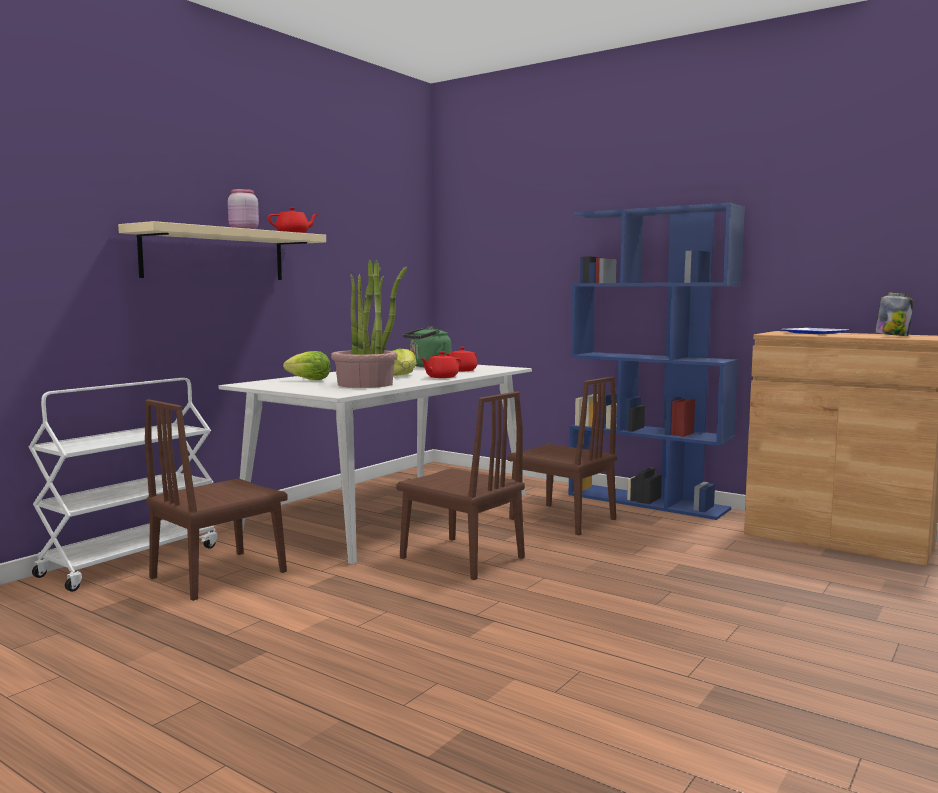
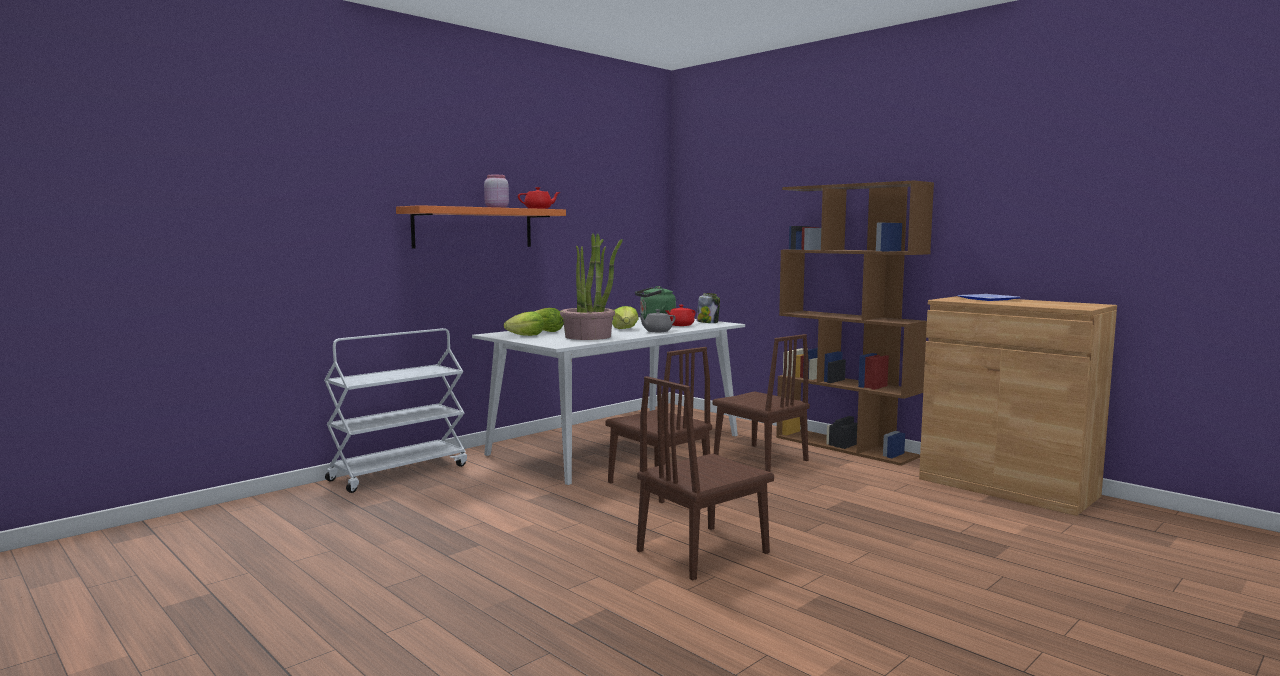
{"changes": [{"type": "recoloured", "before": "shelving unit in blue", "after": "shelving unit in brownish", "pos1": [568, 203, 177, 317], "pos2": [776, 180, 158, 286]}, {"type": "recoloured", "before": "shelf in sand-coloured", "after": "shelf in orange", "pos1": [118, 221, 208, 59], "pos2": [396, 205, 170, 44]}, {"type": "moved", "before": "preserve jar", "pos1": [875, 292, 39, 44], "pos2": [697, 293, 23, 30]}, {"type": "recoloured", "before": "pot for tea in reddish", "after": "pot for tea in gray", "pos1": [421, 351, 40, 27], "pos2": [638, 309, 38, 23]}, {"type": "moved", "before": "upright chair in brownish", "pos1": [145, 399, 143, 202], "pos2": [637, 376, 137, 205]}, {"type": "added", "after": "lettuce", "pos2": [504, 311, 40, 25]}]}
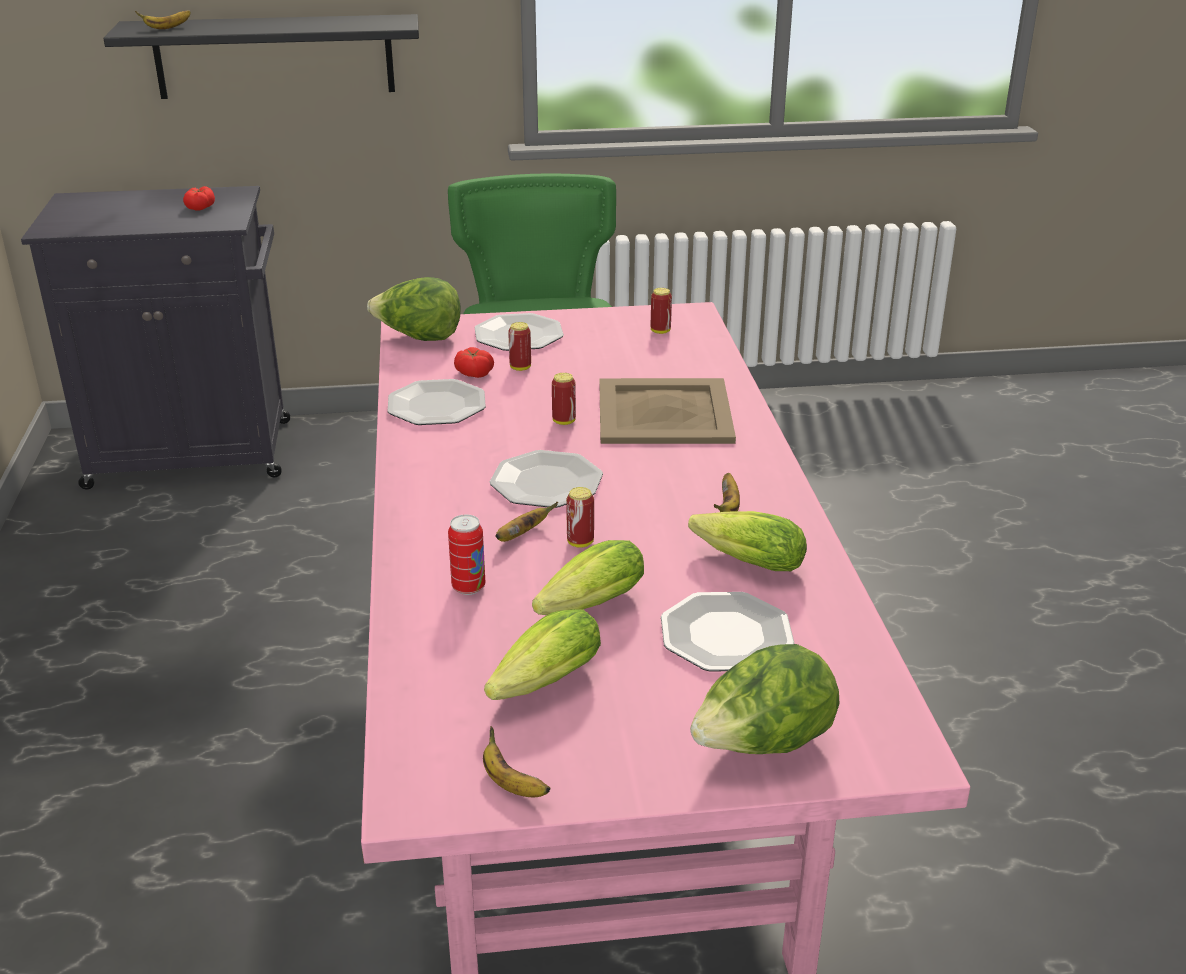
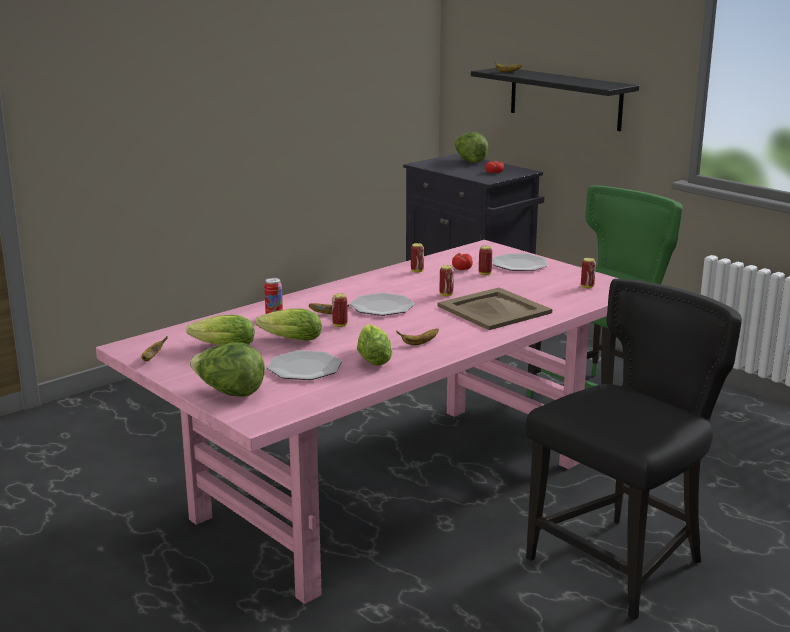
{"changes": [{"type": "moved", "before": "lettuce", "pos1": [367, 277, 94, 64], "pos2": [455, 132, 33, 31]}, {"type": "replaced", "before": "plate", "after": "can", "pos1": [388, 379, 98, 46], "pos2": [411, 243, 13, 30]}, {"type": "added", "after": "upright chair in blackish", "pos2": [526, 279, 216, 341]}]}
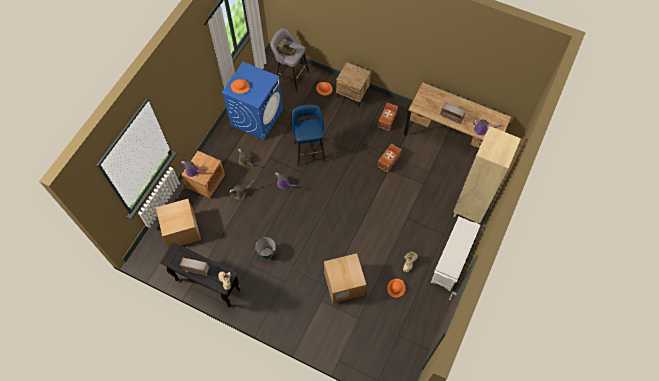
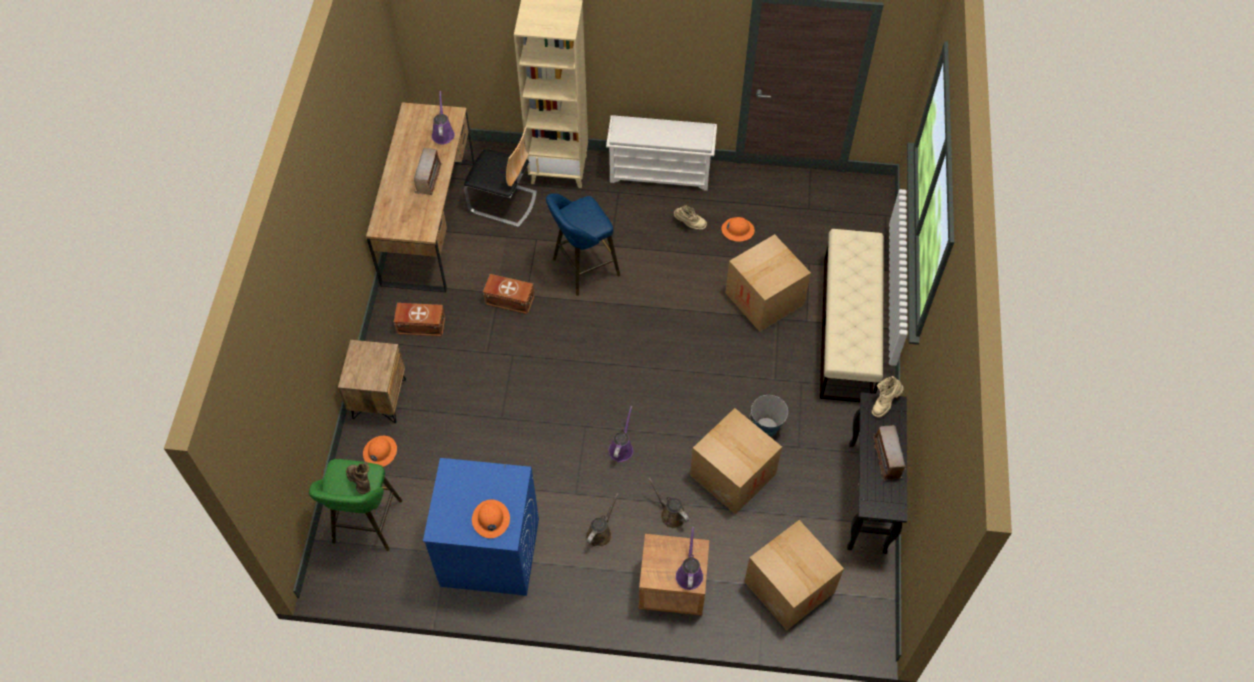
{"changes": [{"type": "recoloured", "before": "stool in gray", "after": "stool in greenish", "pos1": [270, 28, 40, 64], "pos2": [309, 459, 93, 92]}, {"type": "moved", "before": "stool in blue", "pos1": [291, 104, 35, 62], "pos2": [546, 193, 74, 103]}, {"type": "added", "after": "upright chair", "pos2": [464, 127, 73, 100]}, {"type": "added", "after": "indoor bench in sand-coloured", "pos2": [820, 229, 64, 173]}, {"type": "added", "after": "cardboard box", "pos2": [690, 408, 92, 107]}]}
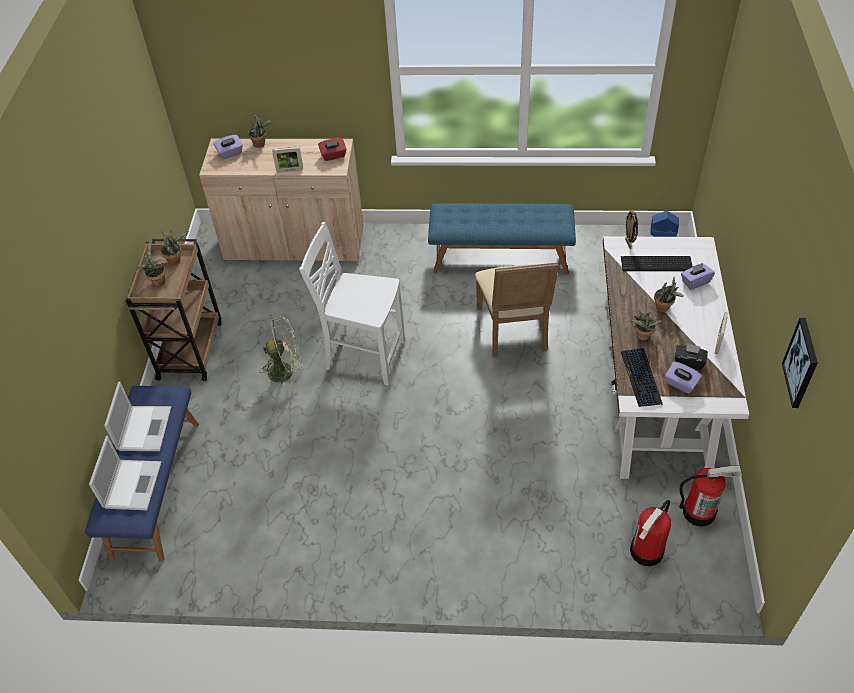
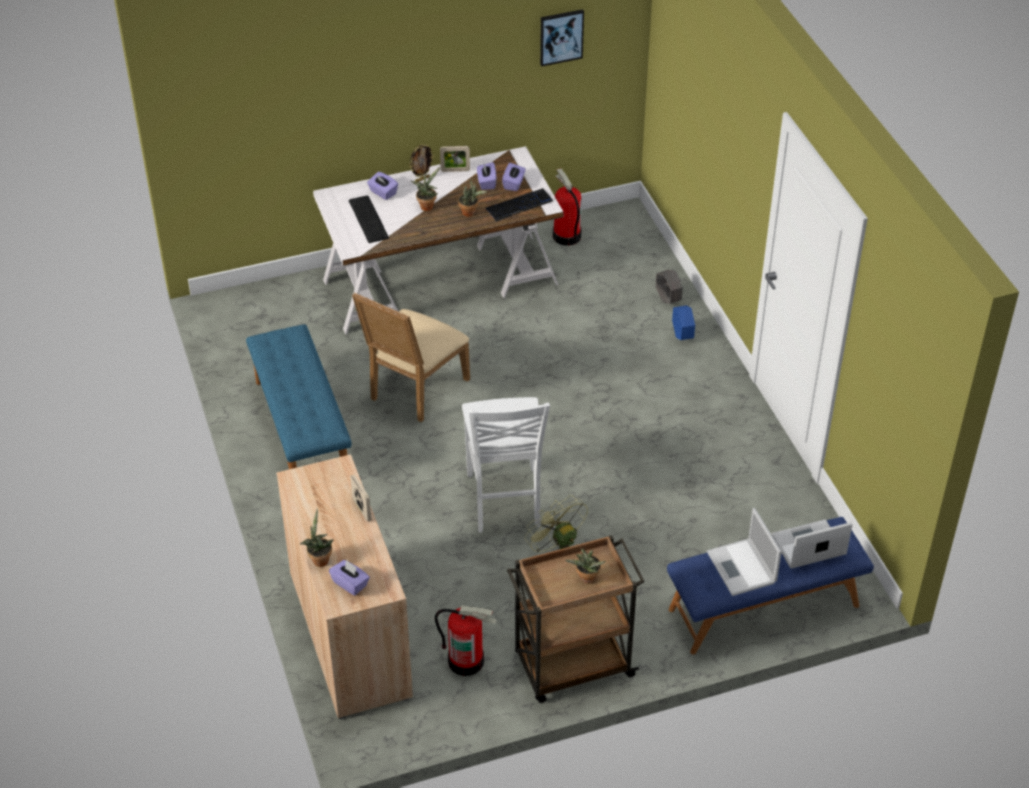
{"changes": [{"type": "removed", "before": "tissue holder in reddish", "pos1": [318, 138, 29, 23]}, {"type": "moved", "before": "photo frame", "pos1": [625, 210, 13, 39], "pos2": [409, 144, 25, 38]}, {"type": "moved", "before": "flower pot in blue", "pos1": [651, 211, 28, 26], "pos2": [672, 305, 23, 35]}, {"type": "removed", "before": "plant in a pot", "pos1": [161, 231, 28, 34]}, {"type": "turned", "before": "upright chair in sand-coloured", "pos1": [475, 262, 84, 95], "pos2": [352, 293, 118, 129], "turn": 150}, {"type": "recoloured", "before": "tissue holder in blackish", "after": "tissue holder in purple-coloured", "pos1": [675, 343, 33, 27], "pos2": [477, 162, 19, 28]}, {"type": "turned", "before": "notebook computer", "pos1": [104, 381, 67, 70], "pos2": [707, 508, 75, 88], "turn": -90}, {"type": "moved", "before": "fire extinguisher", "pos1": [630, 500, 41, 66], "pos2": [435, 606, 62, 70]}, {"type": "added", "after": "flower pot in gray", "pos2": [656, 270, 27, 34]}]}
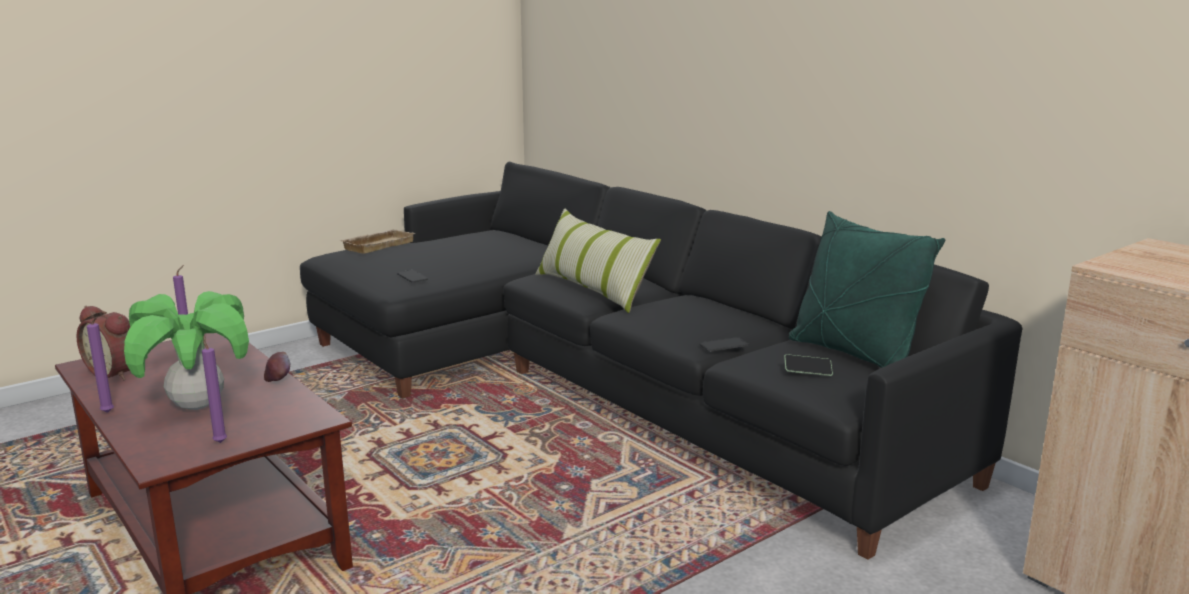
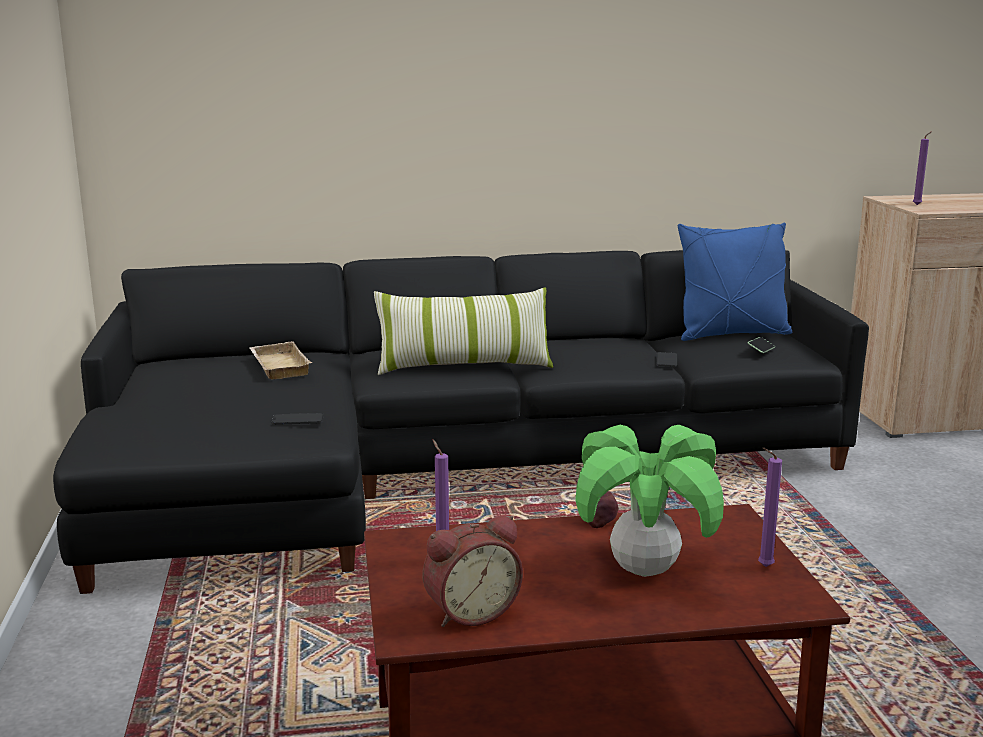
{"changes": [{"type": "recoloured", "before": "pillow in greenish", "after": "pillow in blue", "pos1": [789, 211, 156, 157], "pos2": [678, 223, 114, 118]}, {"type": "moved", "before": "serving tray in sand-coloured", "pos1": [339, 229, 77, 25], "pos2": [249, 341, 63, 38]}, {"type": "moved", "before": "wax candle in purple-coloured", "pos1": [87, 317, 27, 96], "pos2": [913, 131, 19, 74]}]}
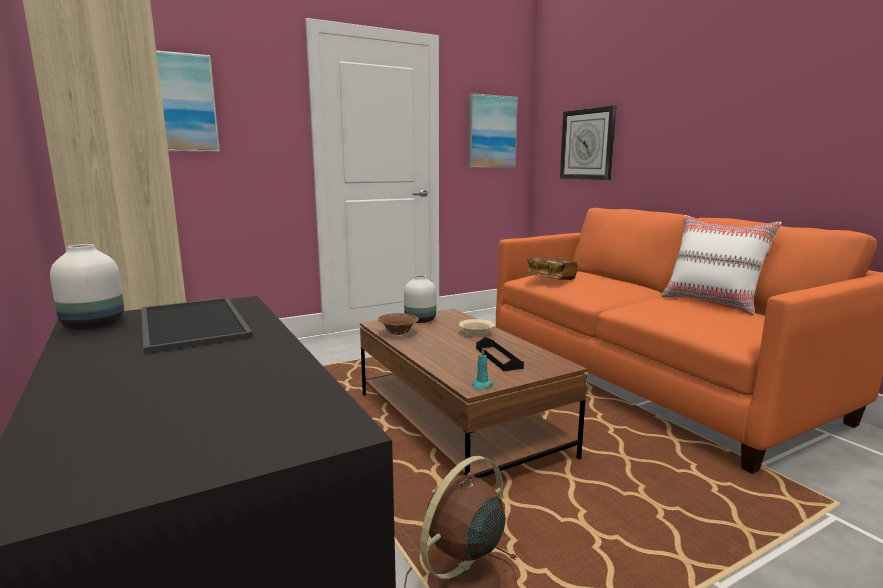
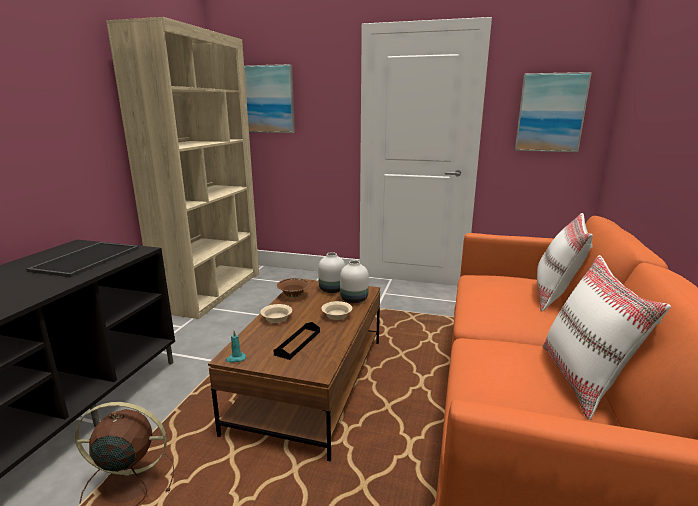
{"changes": [{"type": "removed", "before": "hanging clock", "pos1": [560, 106, 56, 74]}, {"type": "moved", "before": "decorative vase in white", "pos1": [50, 244, 74, 86], "pos2": [340, 260, 29, 43]}, {"type": "removed", "before": "book", "pos1": [525, 257, 53, 23]}, {"type": "added", "after": "pillow in white", "pos2": [537, 213, 56, 98]}, {"type": "added", "after": "deep dish in sand-coloured", "pos2": [260, 304, 32, 19]}]}
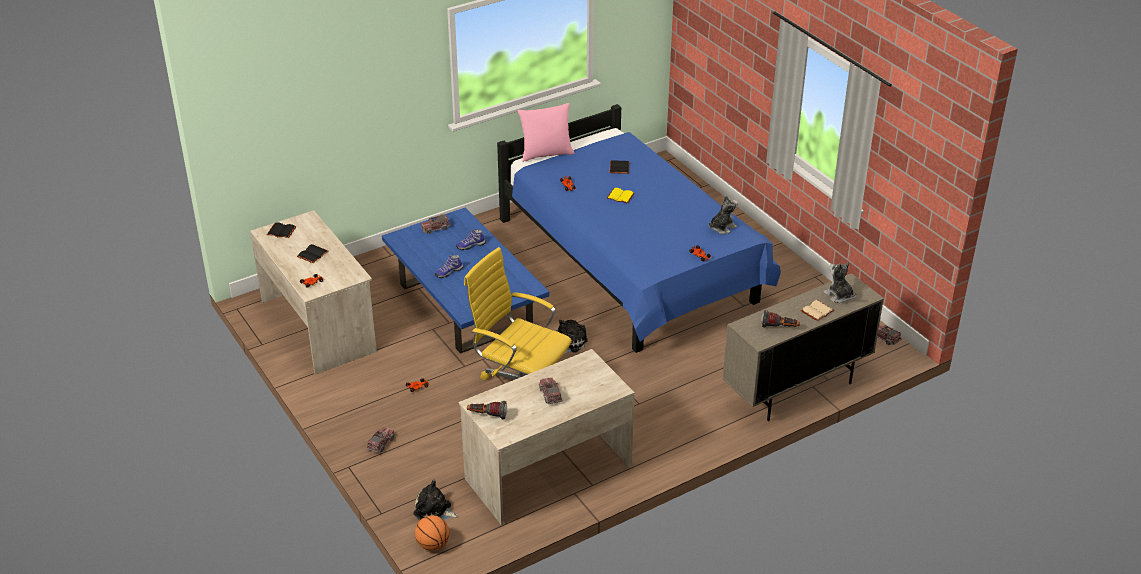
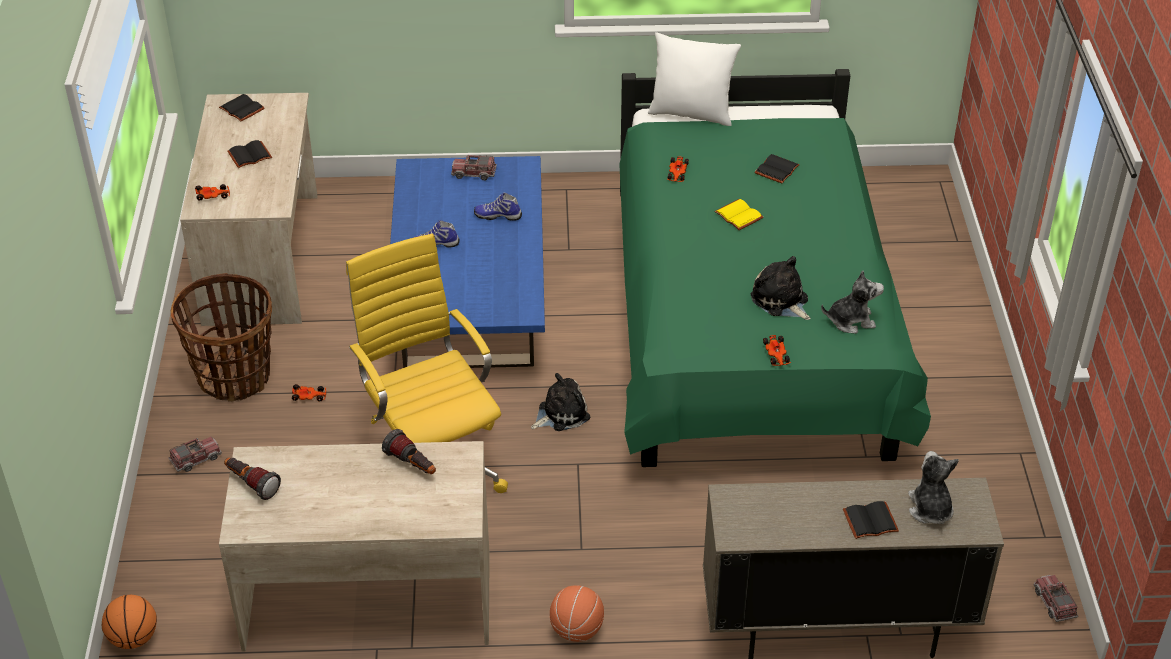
{"changes": [{"type": "recoloured", "before": "pillow in pink-coloured", "after": "pillow in white", "pos1": [518, 103, 56, 59], "pos2": [648, 32, 93, 94]}, {"type": "recoloured", "before": "sleeping bed in blue", "after": "sleeping bed in greenish", "pos1": [497, 104, 284, 249], "pos2": [619, 69, 312, 398]}, {"type": "recoloured", "before": "book in sand-coloured", "after": "book in blackish", "pos1": [800, 300, 34, 21], "pos2": [843, 501, 56, 38]}, {"type": "moved", "before": "hand torch", "pos1": [761, 310, 39, 18], "pos2": [382, 429, 54, 45]}, {"type": "removed", "before": "model truck", "pos1": [539, 377, 24, 27]}, {"type": "moved", "before": "cuddly toy", "pos1": [413, 480, 46, 40], "pos2": [751, 256, 60, 64]}, {"type": "added", "after": "basket", "pos2": [170, 273, 102, 129]}, {"type": "added", "after": "ball for basketball", "pos2": [550, 585, 54, 57]}]}
